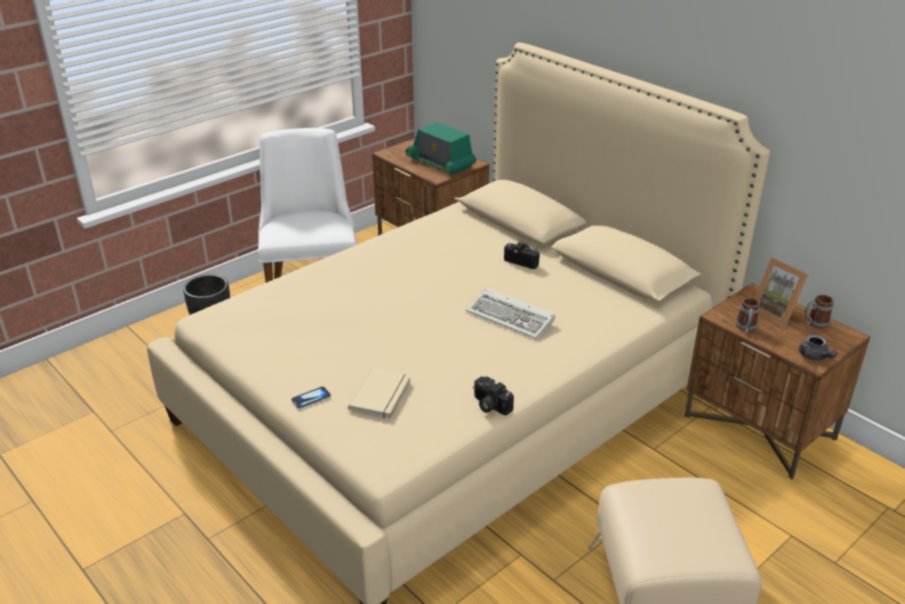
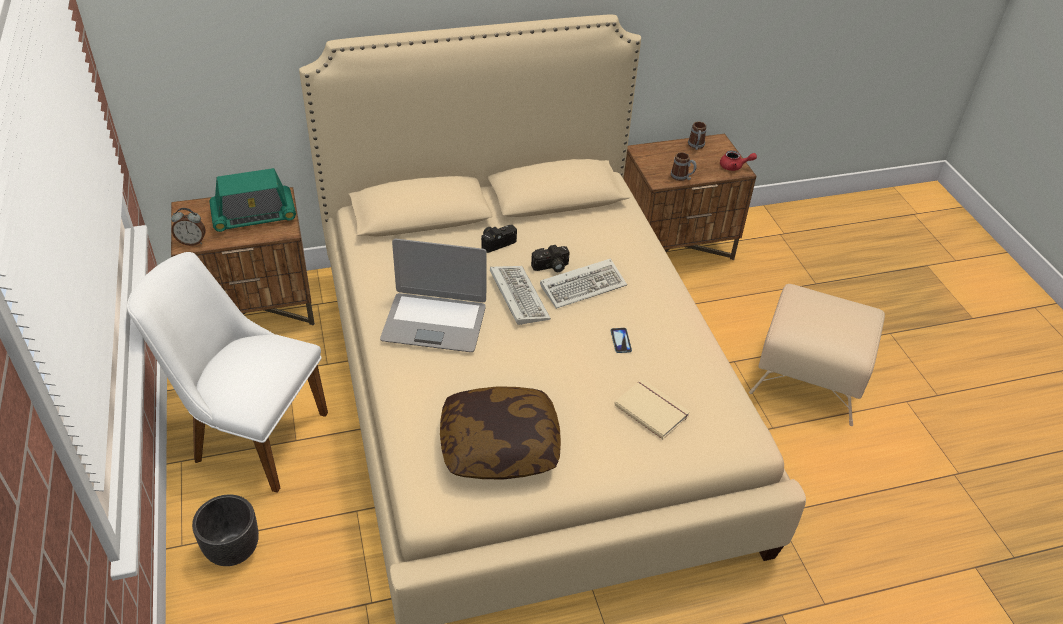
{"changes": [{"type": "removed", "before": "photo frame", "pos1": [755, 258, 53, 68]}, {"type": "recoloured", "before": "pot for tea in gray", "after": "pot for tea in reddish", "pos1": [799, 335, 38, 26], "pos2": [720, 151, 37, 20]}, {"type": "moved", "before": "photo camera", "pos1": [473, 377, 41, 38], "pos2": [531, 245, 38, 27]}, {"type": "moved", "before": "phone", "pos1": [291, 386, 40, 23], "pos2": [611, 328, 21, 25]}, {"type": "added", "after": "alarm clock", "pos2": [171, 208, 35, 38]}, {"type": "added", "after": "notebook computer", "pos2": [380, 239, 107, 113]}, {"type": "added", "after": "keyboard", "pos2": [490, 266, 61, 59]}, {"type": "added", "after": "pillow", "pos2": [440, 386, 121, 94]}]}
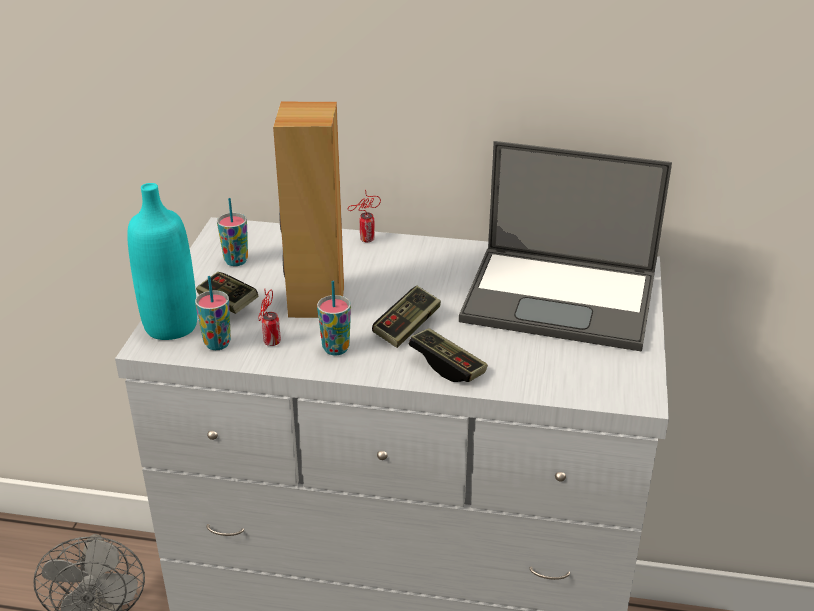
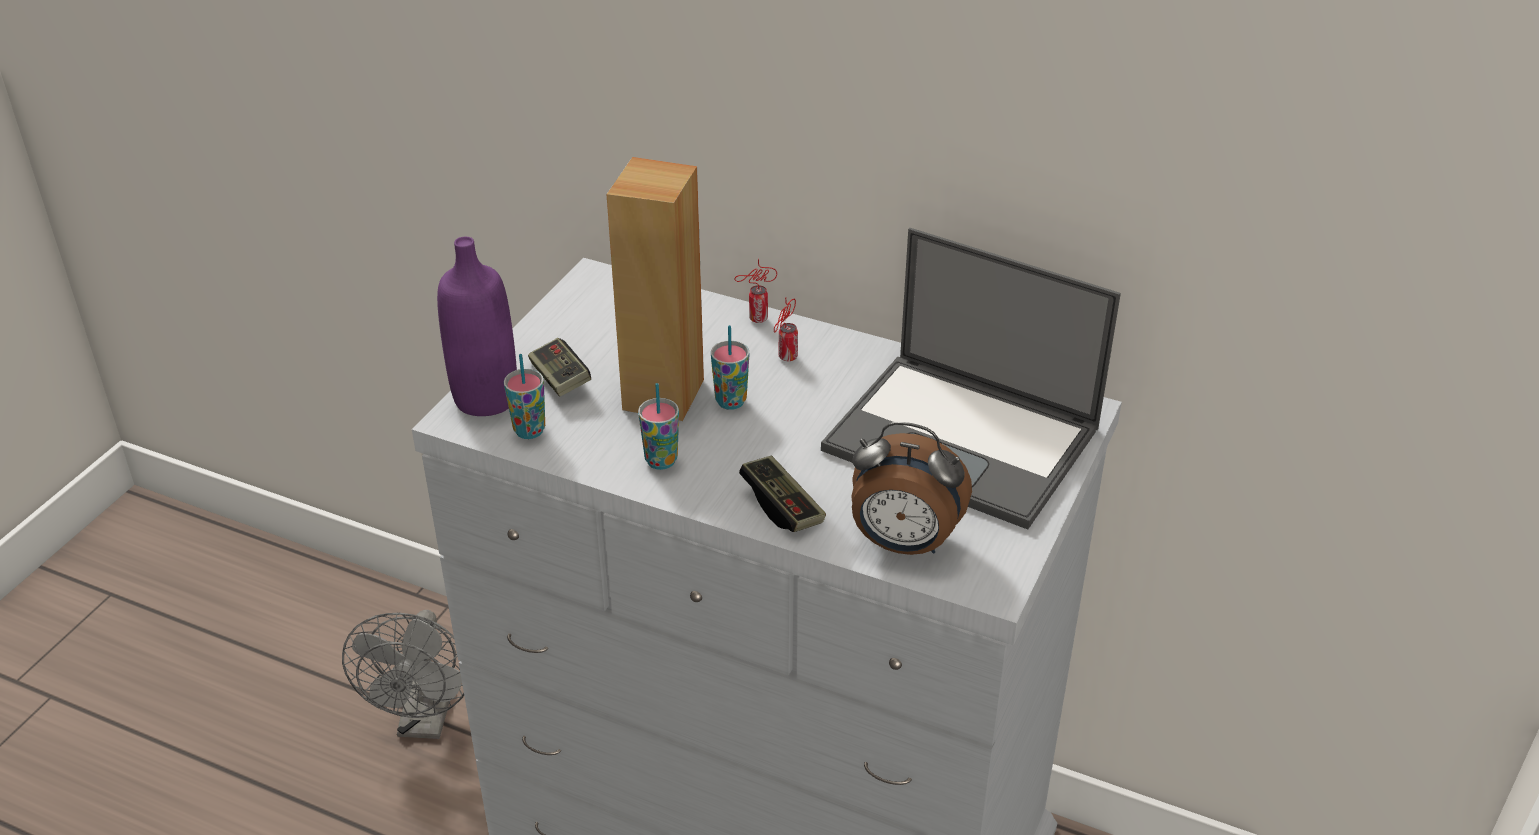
{"changes": [{"type": "recoloured", "before": "bottle in turquoise", "after": "bottle in purple-coloured", "pos1": [127, 183, 70, 157], "pos2": [437, 237, 80, 179]}, {"type": "moved", "before": "drinking cup", "pos1": [217, 198, 31, 68], "pos2": [711, 325, 38, 85]}, {"type": "removed", "before": "gamepad", "pos1": [372, 286, 69, 62]}, {"type": "moved", "before": "can", "pos1": [258, 288, 23, 58], "pos2": [774, 297, 24, 64]}, {"type": "added", "after": "alarm clock", "pos2": [851, 422, 121, 133]}]}
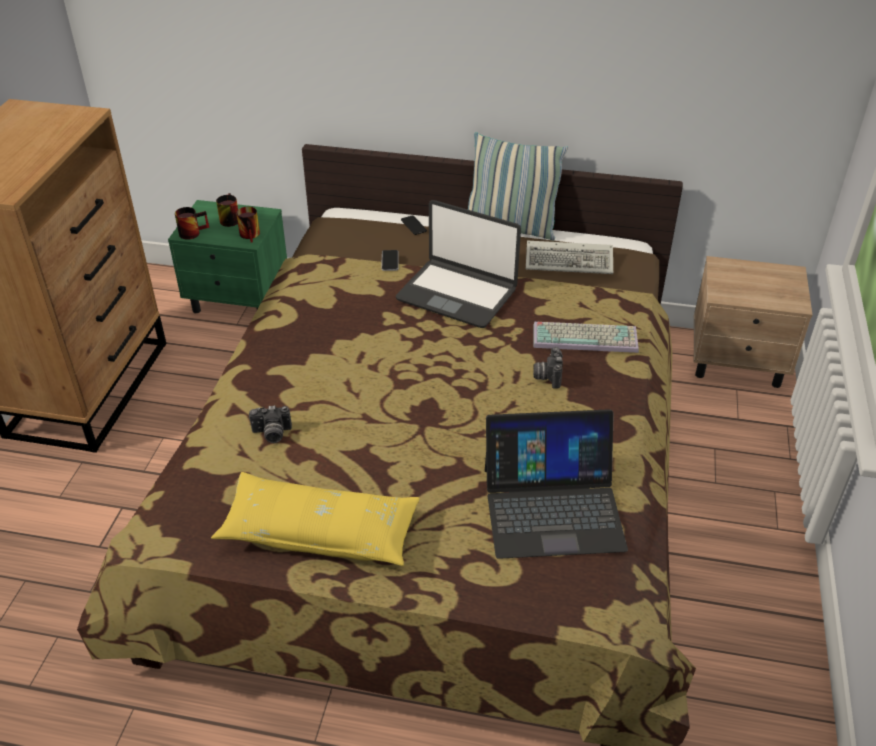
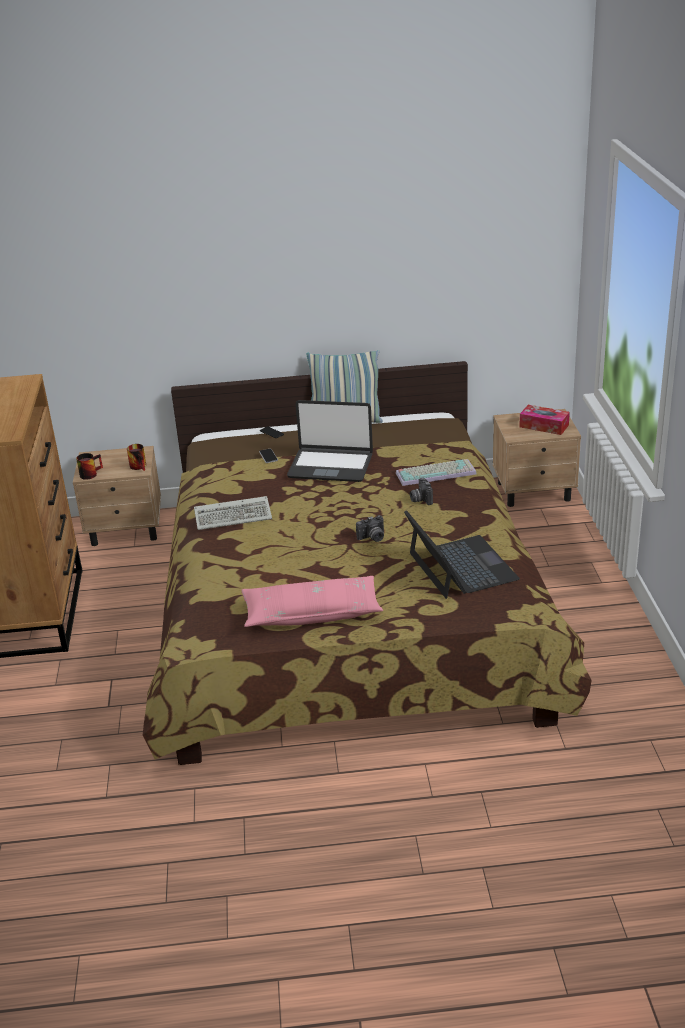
{"changes": [{"type": "removed", "before": "mug", "pos1": [216, 193, 22, 34]}, {"type": "recoloured", "before": "bedside table in greenish", "after": "bedside table in sand-coloured", "pos1": [168, 200, 119, 113], "pos2": [73, 446, 88, 100]}, {"type": "moved", "before": "keyboard", "pos1": [526, 241, 87, 33], "pos2": [194, 496, 78, 34]}, {"type": "moved", "before": "photo camera", "pos1": [249, 405, 43, 38], "pos2": [356, 515, 28, 27]}, {"type": "turned", "before": "notebook computer", "pos1": [485, 409, 143, 150], "pos2": [404, 510, 116, 89], "turn": -90}, {"type": "recoloured", "before": "pillow in yellowish", "after": "pillow in pink-coloured", "pos1": [211, 472, 209, 94], "pos2": [242, 576, 141, 51]}, {"type": "added", "after": "tissue holder", "pos2": [519, 405, 51, 30]}]}
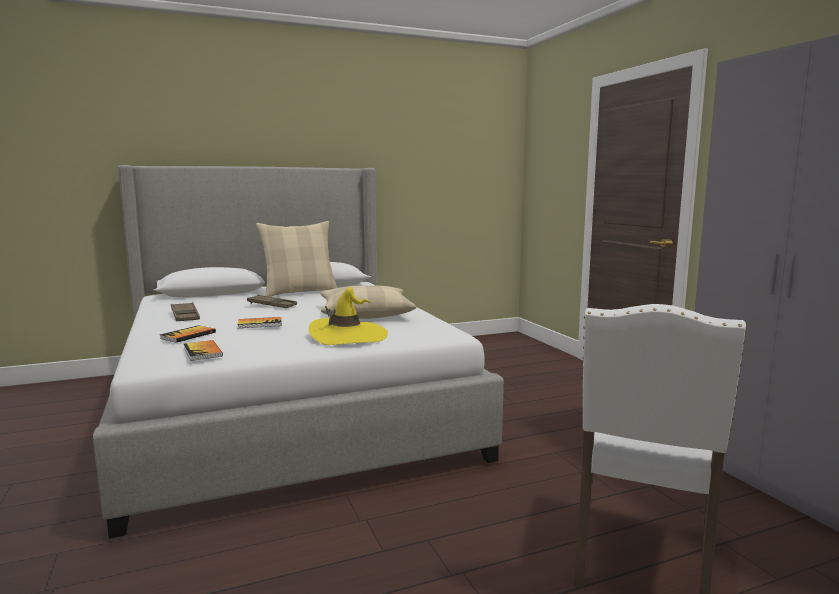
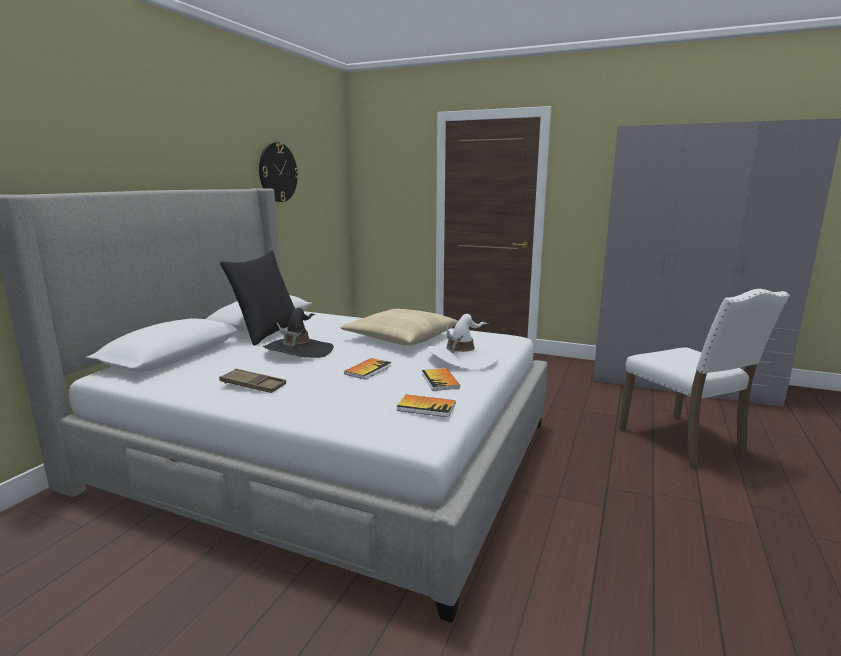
{"changes": [{"type": "recoloured", "before": "pillow in sand-coloured", "after": "pillow in blackish", "pos1": [256, 221, 82, 76], "pos2": [220, 251, 75, 95]}, {"type": "recoloured", "before": "hat in yellowish", "after": "hat in white", "pos1": [309, 287, 79, 58], "pos2": [428, 314, 71, 56]}, {"type": "replaced", "before": "serving tray in brownish", "after": "hat in blackish", "pos1": [247, 295, 50, 13], "pos2": [263, 308, 71, 50]}, {"type": "moved", "before": "book", "pos1": [160, 325, 56, 18], "pos2": [422, 368, 38, 23]}, {"type": "added", "after": "hanging clock", "pos2": [259, 142, 40, 60]}]}
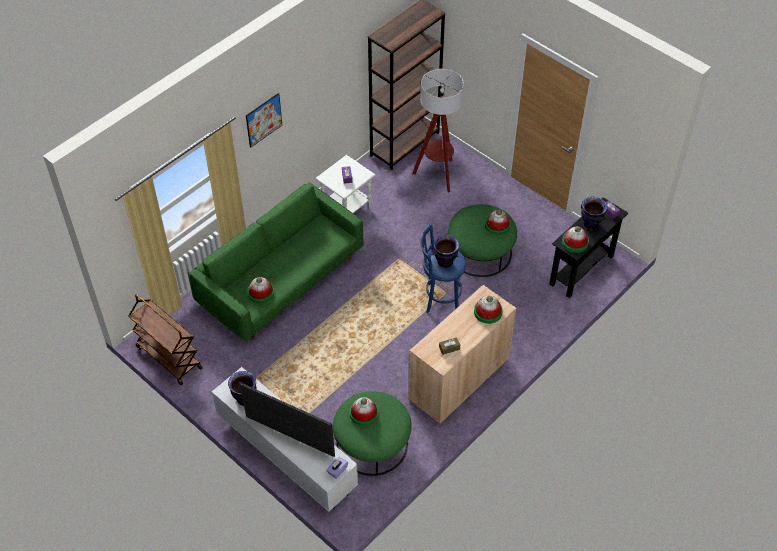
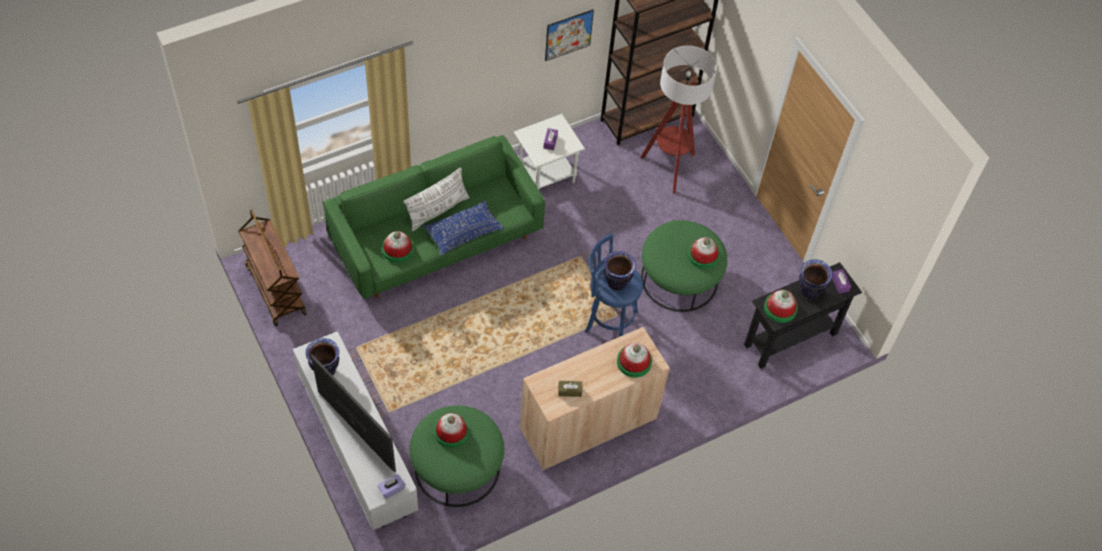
{"changes": [{"type": "moved", "before": "picture", "pos1": [246, 93, 36, 55], "pos2": [545, 9, 49, 52]}, {"type": "added", "after": "pillow in white", "pos2": [404, 168, 66, 63]}, {"type": "added", "after": "pillow in blue", "pos2": [423, 200, 81, 56]}]}
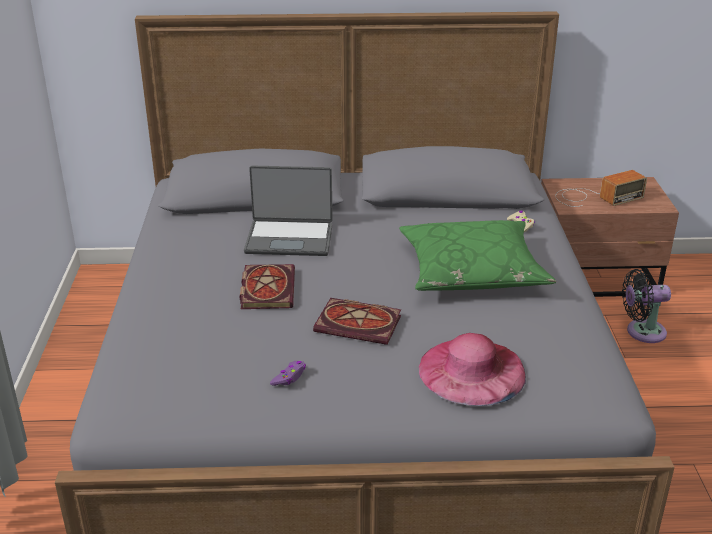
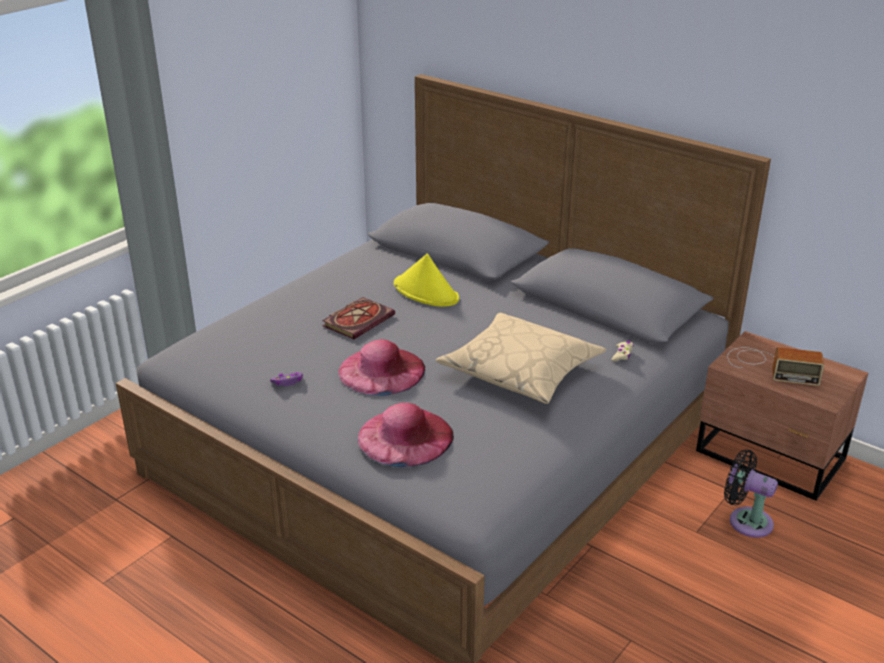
{"changes": [{"type": "replaced", "before": "notebook computer", "after": "hat in yellowish", "pos1": [244, 166, 89, 90], "pos2": [394, 254, 65, 53]}, {"type": "recoloured", "before": "pillow in greenish", "after": "pillow in sand-coloured", "pos1": [399, 220, 157, 71], "pos2": [436, 313, 170, 91]}, {"type": "replaced", "before": "book", "after": "hat in pink-coloured", "pos1": [313, 298, 88, 47], "pos2": [339, 339, 86, 57]}]}
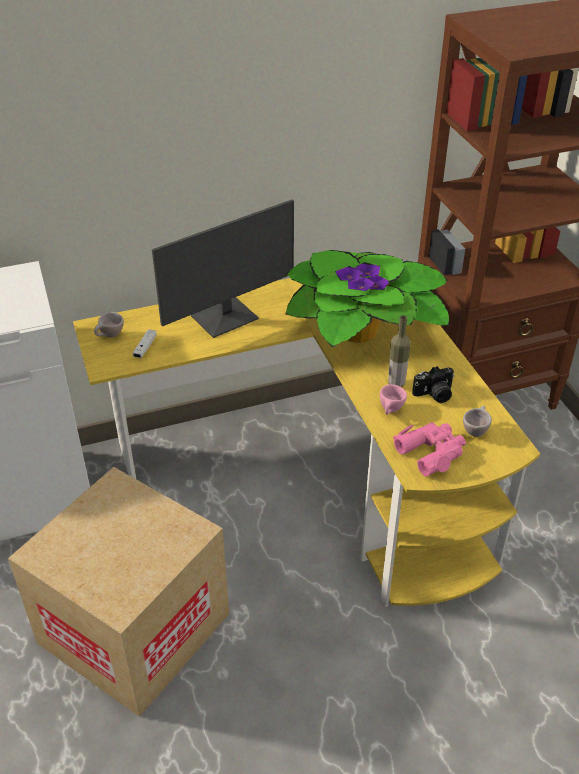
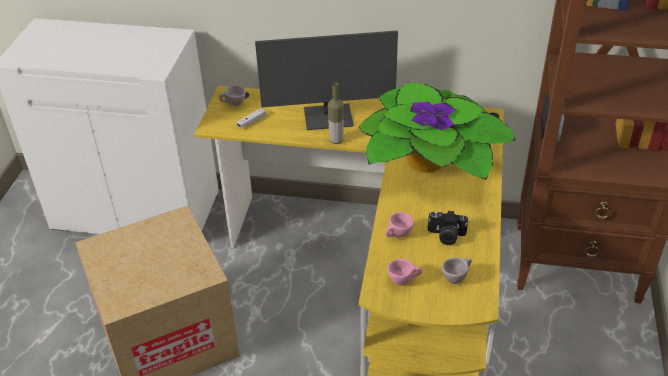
{"changes": [{"type": "moved", "before": "bottle", "pos1": [388, 315, 23, 72], "pos2": [328, 82, 16, 62]}, {"type": "replaced", "before": "pair of binoculars in pink-coloured", "after": "drinking cup in pink-coloured", "pos1": [393, 422, 73, 54], "pos2": [387, 259, 35, 27]}]}
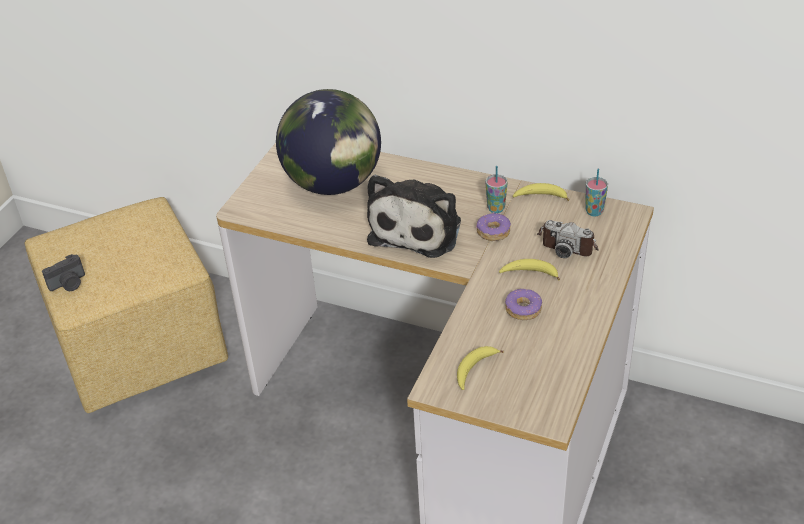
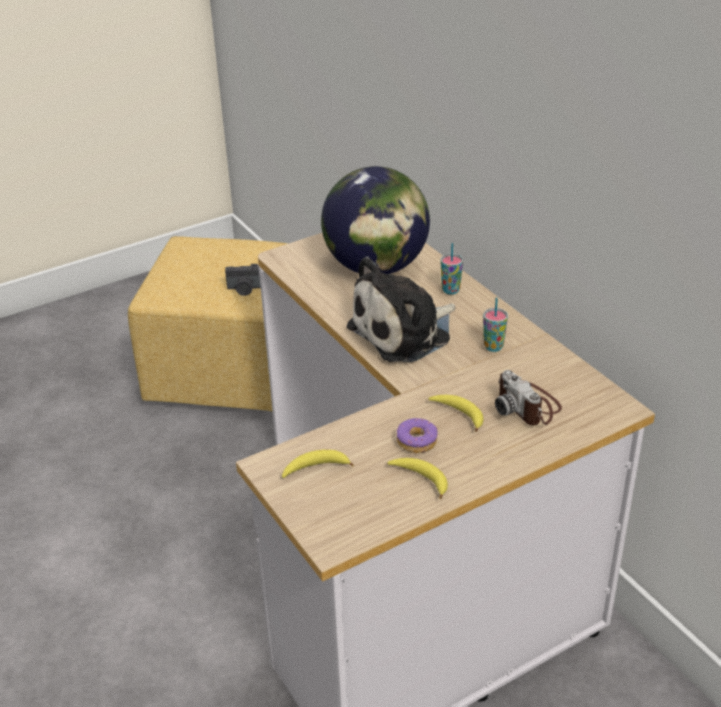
{"changes": [{"type": "moved", "before": "drinking cup", "pos1": [585, 169, 23, 47], "pos2": [440, 243, 23, 52]}, {"type": "moved", "before": "banana", "pos1": [513, 183, 56, 18], "pos2": [387, 458, 61, 41]}, {"type": "removed", "before": "doughnut", "pos1": [476, 212, 35, 29]}, {"type": "moved", "before": "photo camera", "pos1": [42, 254, 43, 37], "pos2": [225, 264, 36, 32]}]}
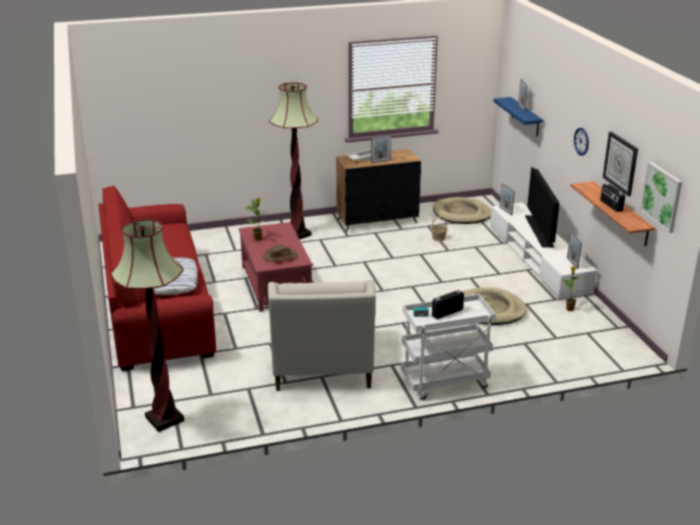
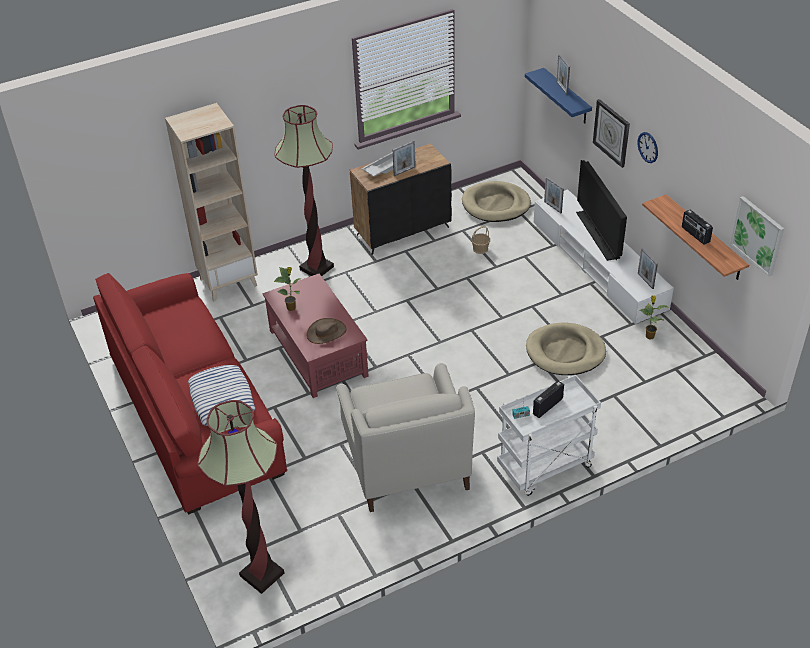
{"changes": [{"type": "moved", "before": "hanging clock", "pos1": [603, 131, 35, 65], "pos2": [593, 99, 37, 69]}, {"type": "added", "after": "shelving unit in sand-coloured", "pos2": [165, 103, 93, 198]}]}
